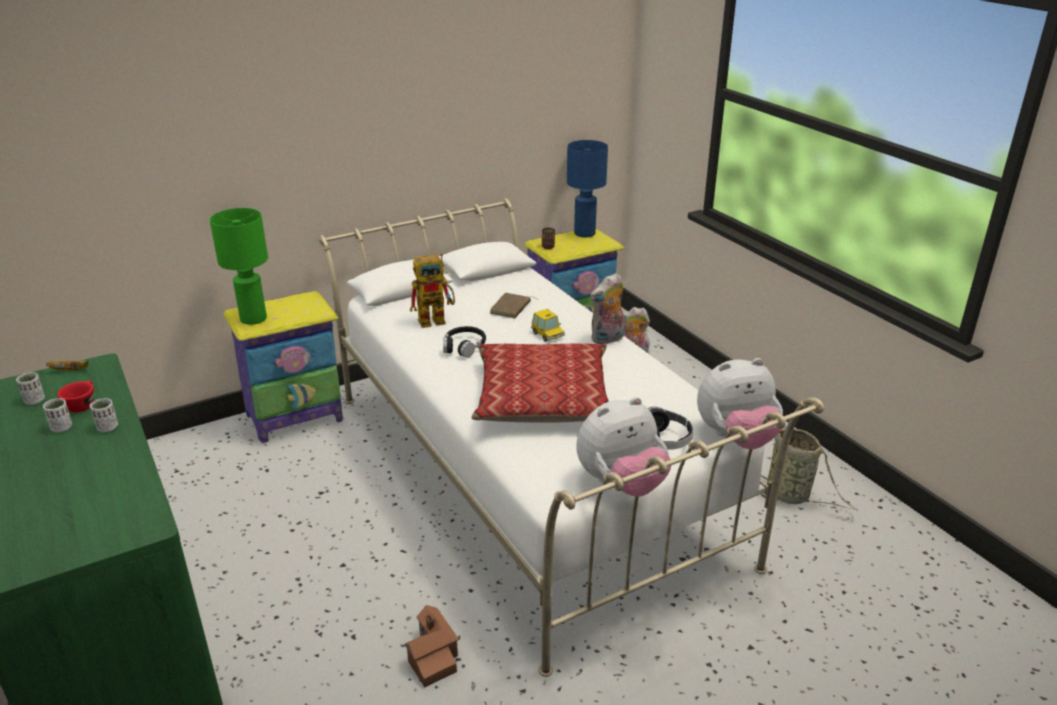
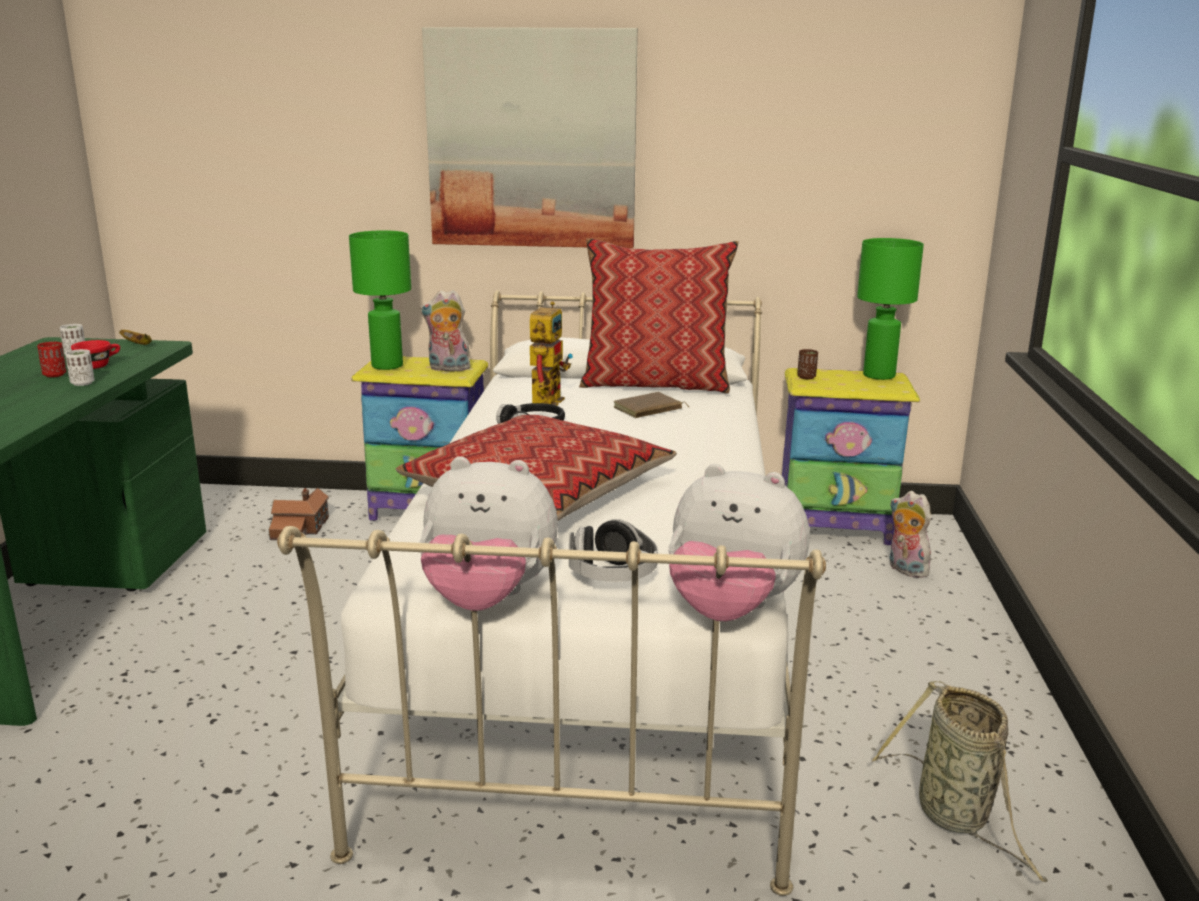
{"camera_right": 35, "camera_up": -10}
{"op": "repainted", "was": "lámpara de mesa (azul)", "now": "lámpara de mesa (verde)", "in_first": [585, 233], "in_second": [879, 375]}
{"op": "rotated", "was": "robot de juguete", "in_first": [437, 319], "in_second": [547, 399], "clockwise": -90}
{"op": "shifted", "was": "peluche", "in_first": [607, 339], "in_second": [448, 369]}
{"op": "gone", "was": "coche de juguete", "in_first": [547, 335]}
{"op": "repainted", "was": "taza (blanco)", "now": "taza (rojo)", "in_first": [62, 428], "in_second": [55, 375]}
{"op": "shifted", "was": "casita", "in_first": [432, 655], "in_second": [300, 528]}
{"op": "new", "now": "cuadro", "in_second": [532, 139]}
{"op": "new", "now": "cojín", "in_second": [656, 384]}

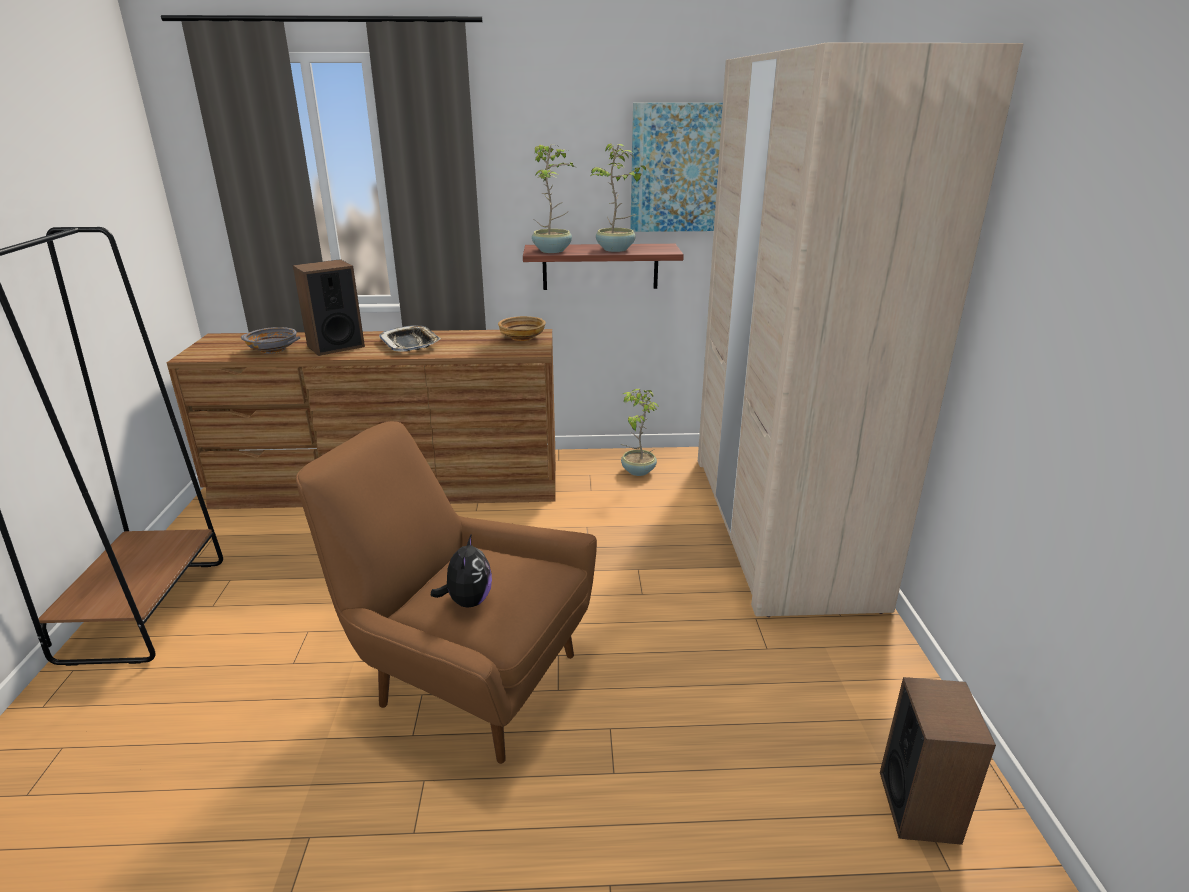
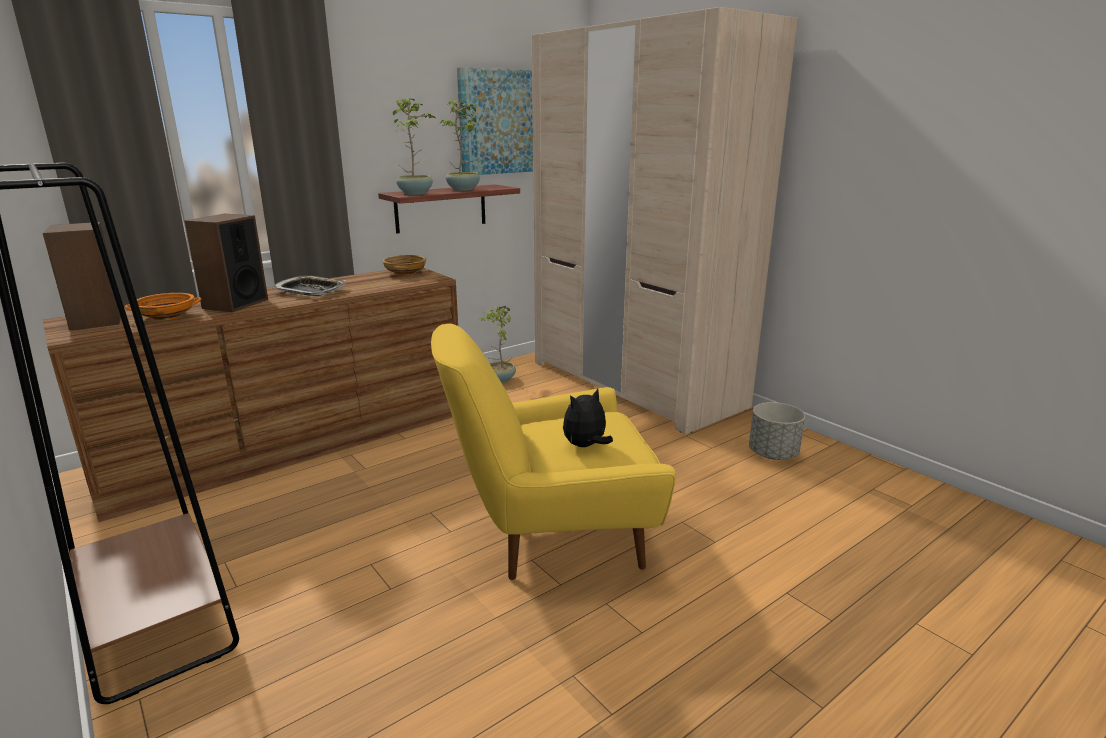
{"camera_right": -35, "camera_up": -5}
{"op": "repainted", "was": "cuenco (gris)", "now": "cuenco (naranja)", "in_first": [273, 349], "in_second": [167, 316]}
{"op": "repainted", "was": "sillón (marrón)", "now": "sillón (amarillo)", "in_first": [466, 680], "in_second": [552, 538]}
{"op": "rotated", "was": "peluche", "in_first": [467, 601], "in_second": [585, 446], "clockwise": -90}
{"op": "shifted", "was": "altavoz", "in_first": [919, 806], "in_second": [97, 320]}
{"op": "new", "now": "maceta (gris)", "in_second": [772, 454]}

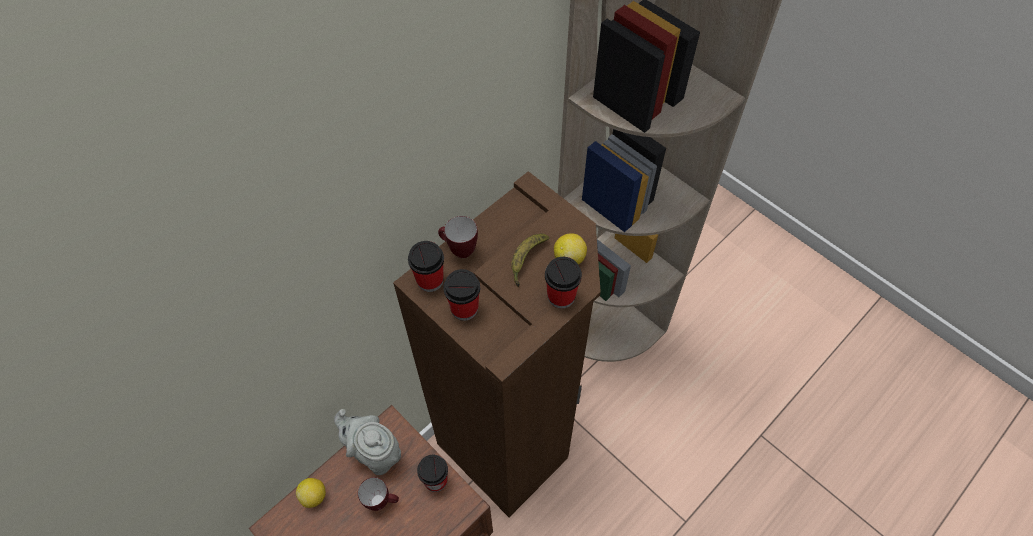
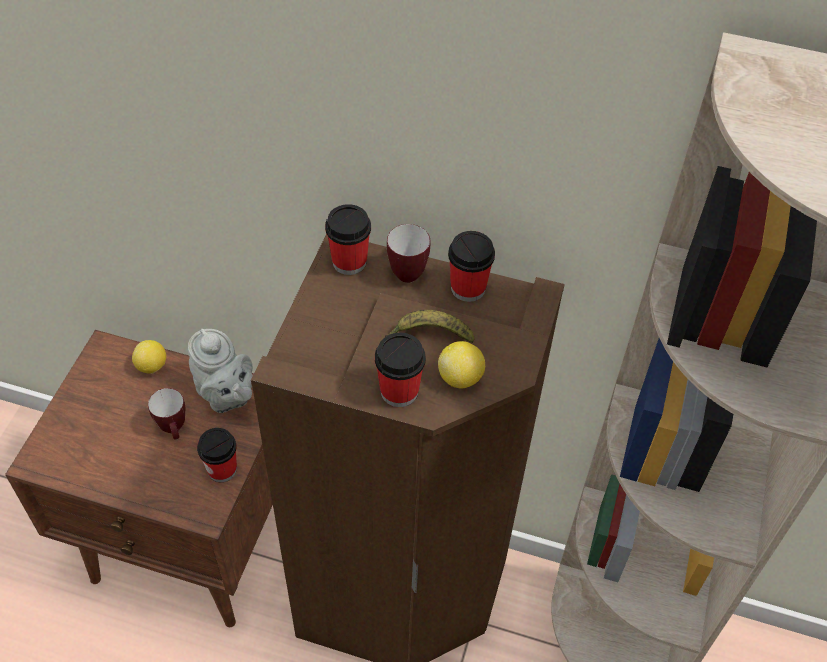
{"camera_right": 60, "camera_up": -5}
{"op": "shifted", "was": "taza", "in_first": [464, 308], "in_second": [468, 288]}
{"op": "rotated", "was": "tetera (gris)", "in_first": [375, 453], "in_second": [225, 396], "clockwise": 135}

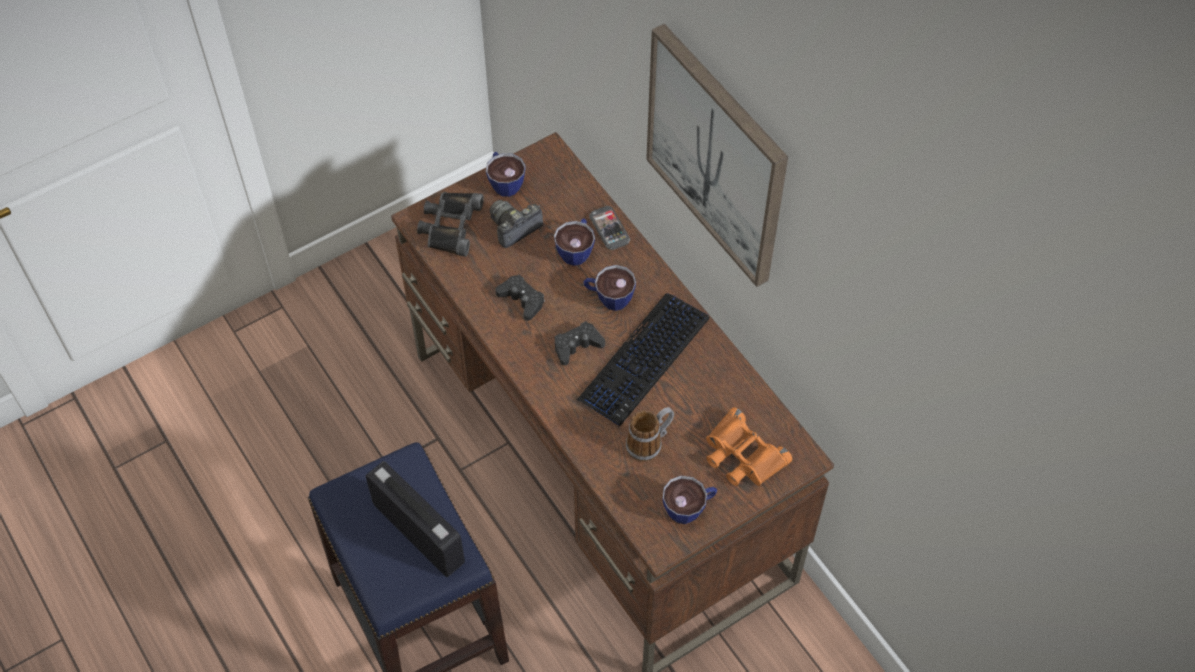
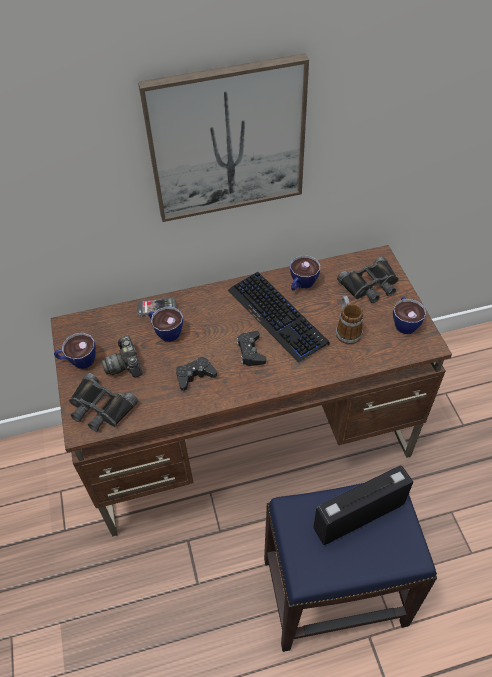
{"camera_right": -70, "camera_up": -5}
{"op": "shifted", "was": "taza", "in_first": [608, 298], "in_second": [301, 284]}
{"op": "repainted", "was": "prismáticos (naranja)", "now": "prismáticos (negro)", "in_first": [742, 455], "in_second": [370, 285]}

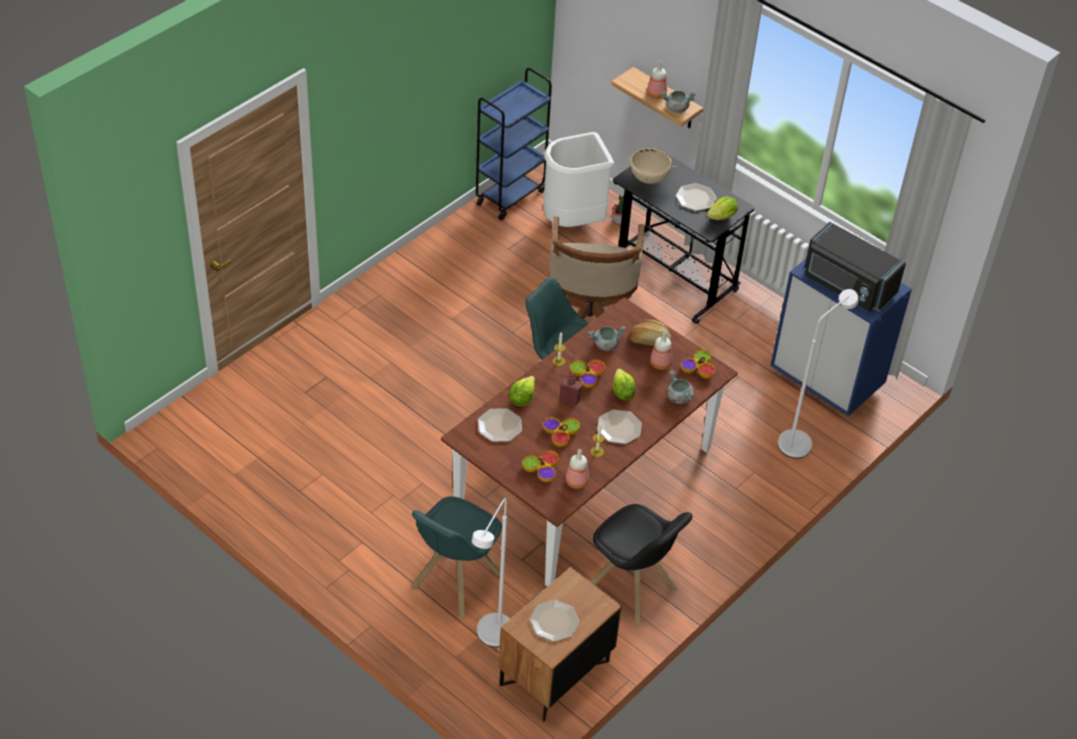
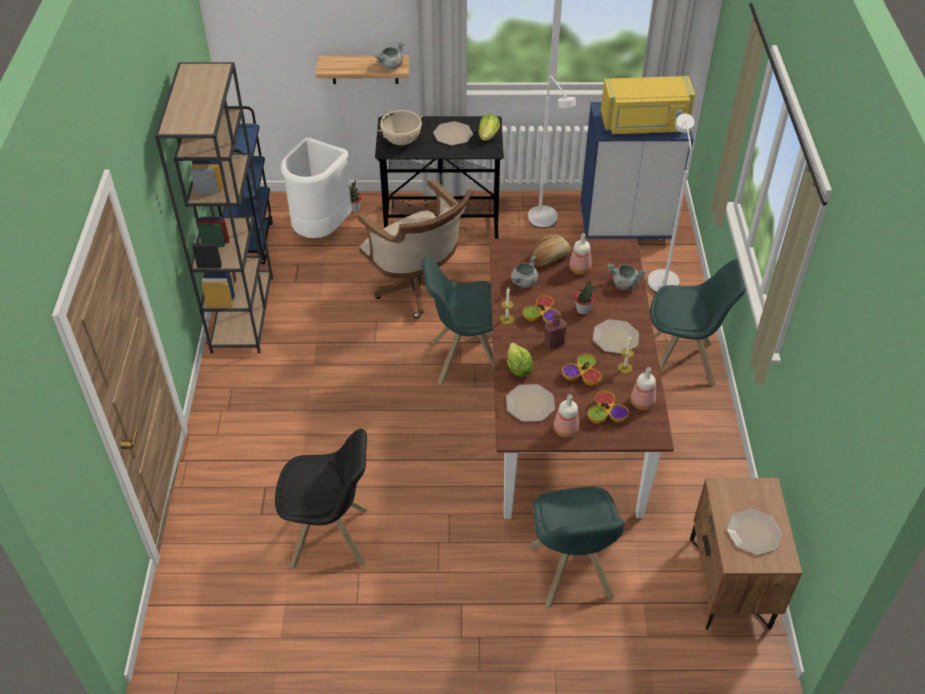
{"camera_right": -40, "camera_up": 0}
{"op": "shifted", "was": "botella", "in_first": [655, 94], "in_second": [564, 429]}
{"op": "repainted", "was": "microondas (negro)", "now": "microondas (amarillo)", "in_first": [847, 285], "in_second": [644, 125]}
{"op": "gone", "was": "cuenco", "in_first": [698, 368]}
{"op": "swapped", "was": "lechuga", "now": "planta en maceta", "in_first": [622, 393], "in_second": [583, 310]}
{"op": "shifted", "was": "lámpara de pie (blanco)", "in_first": [491, 640], "in_second": [546, 224]}
{"op": "shifted", "was": "silla (negro)", "in_first": [632, 589], "in_second": [330, 537]}
{"op": "new", "now": "estantería", "in_second": [242, 314]}
{"op": "new", "now": "silla (turquesa)", "in_second": [681, 362]}

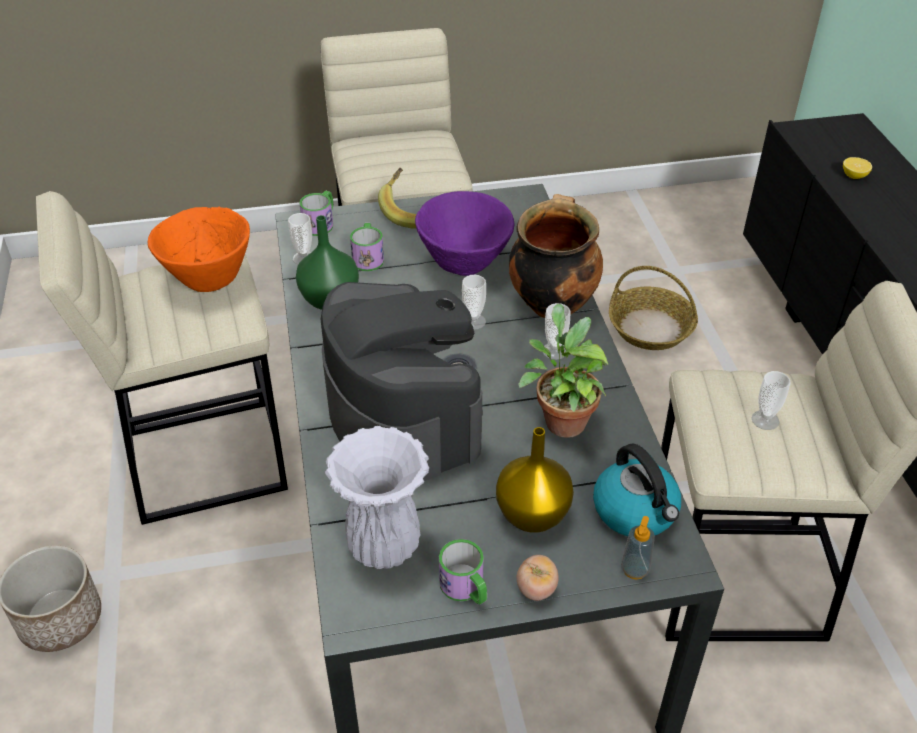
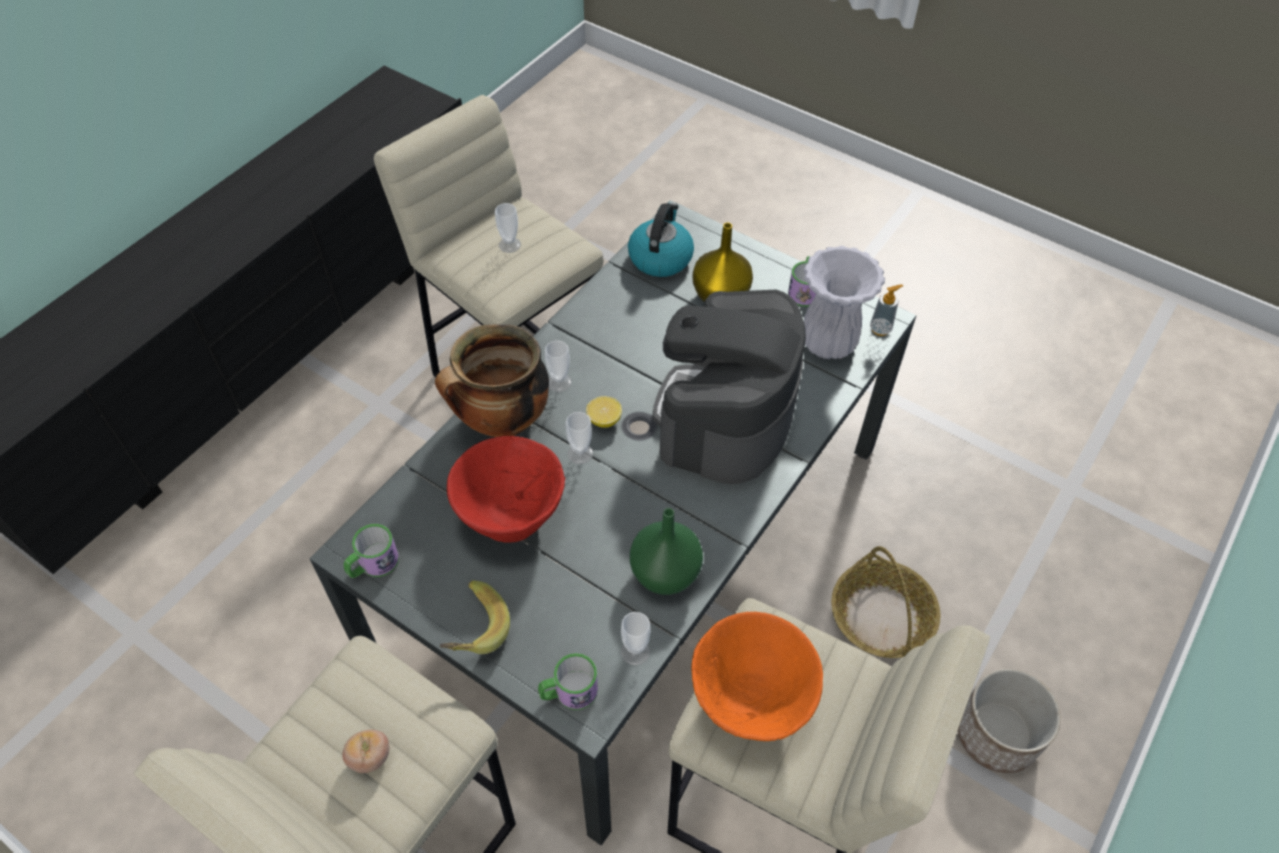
{"camera_right": -135, "camera_up": 10}
{"op": "shifted", "was": "limón", "in_first": [854, 176], "in_second": [604, 420]}
{"op": "repainted", "was": "cuenco (morado)", "now": "cuenco (rojo)", "in_first": [464, 264], "in_second": [511, 517]}
{"op": "shifted", "was": "taza grande", "in_first": [368, 257], "in_second": [373, 564]}
{"op": "shifted", "was": "cesta", "in_first": [651, 328], "in_second": [880, 617]}
{"op": "gone", "was": "planta en maceta", "in_first": [561, 419]}
{"op": "shifted", "was": "dispensador de jabón", "in_first": [635, 569], "in_second": [880, 329]}
{"op": "shifted", "was": "tomate", "in_first": [536, 589], "in_second": [370, 757]}

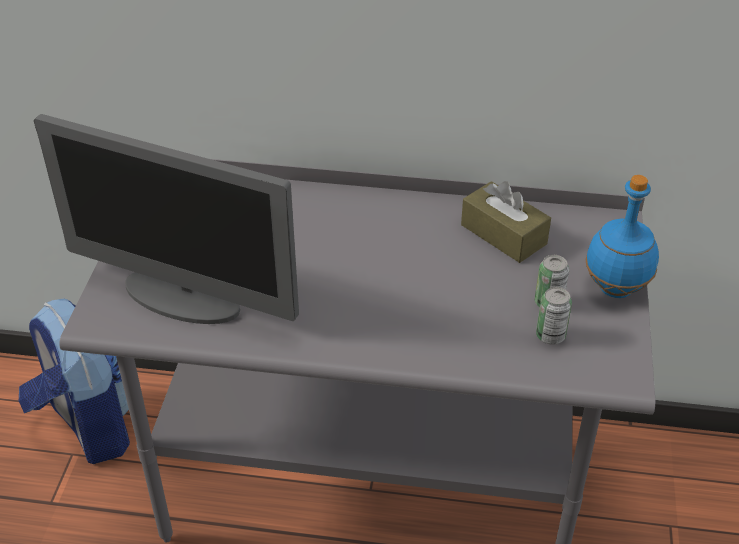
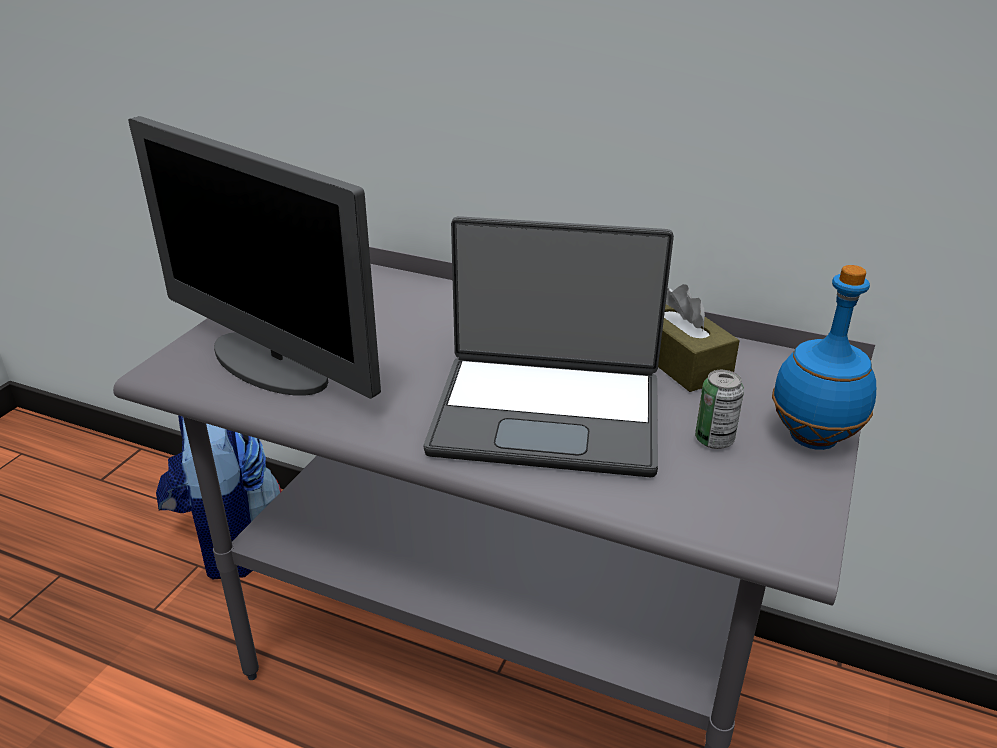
{"camera_right": 15, "camera_up": -10}
{"op": "gone", "was": "lata", "in_first": [550, 336]}
{"op": "new", "now": "portátil", "in_second": [548, 414]}

